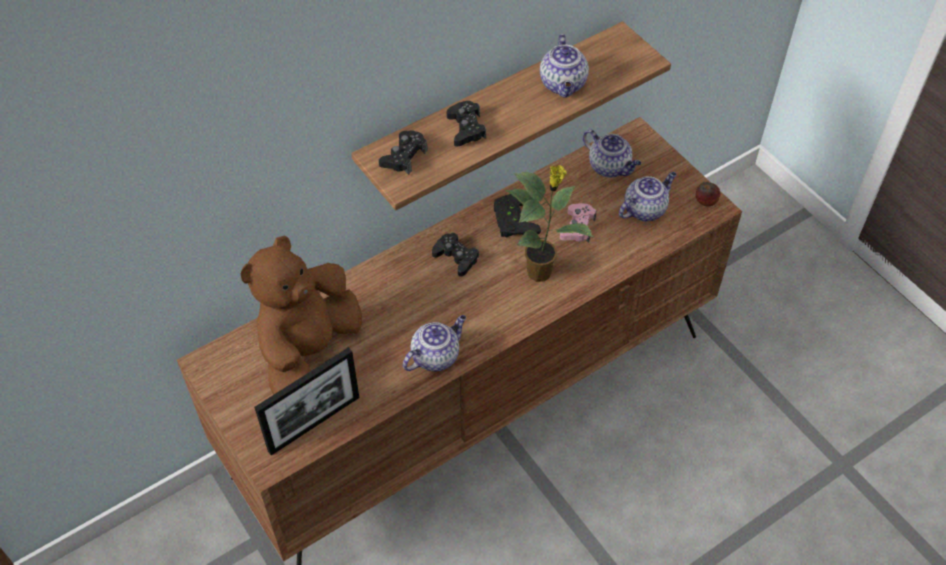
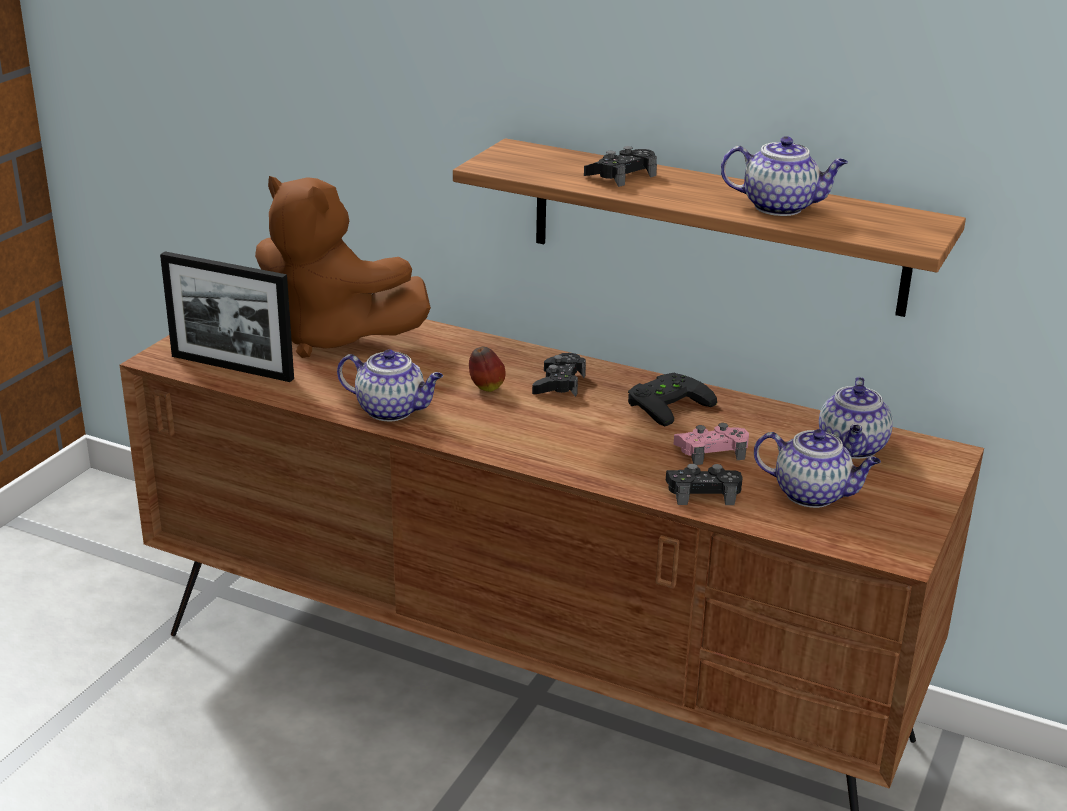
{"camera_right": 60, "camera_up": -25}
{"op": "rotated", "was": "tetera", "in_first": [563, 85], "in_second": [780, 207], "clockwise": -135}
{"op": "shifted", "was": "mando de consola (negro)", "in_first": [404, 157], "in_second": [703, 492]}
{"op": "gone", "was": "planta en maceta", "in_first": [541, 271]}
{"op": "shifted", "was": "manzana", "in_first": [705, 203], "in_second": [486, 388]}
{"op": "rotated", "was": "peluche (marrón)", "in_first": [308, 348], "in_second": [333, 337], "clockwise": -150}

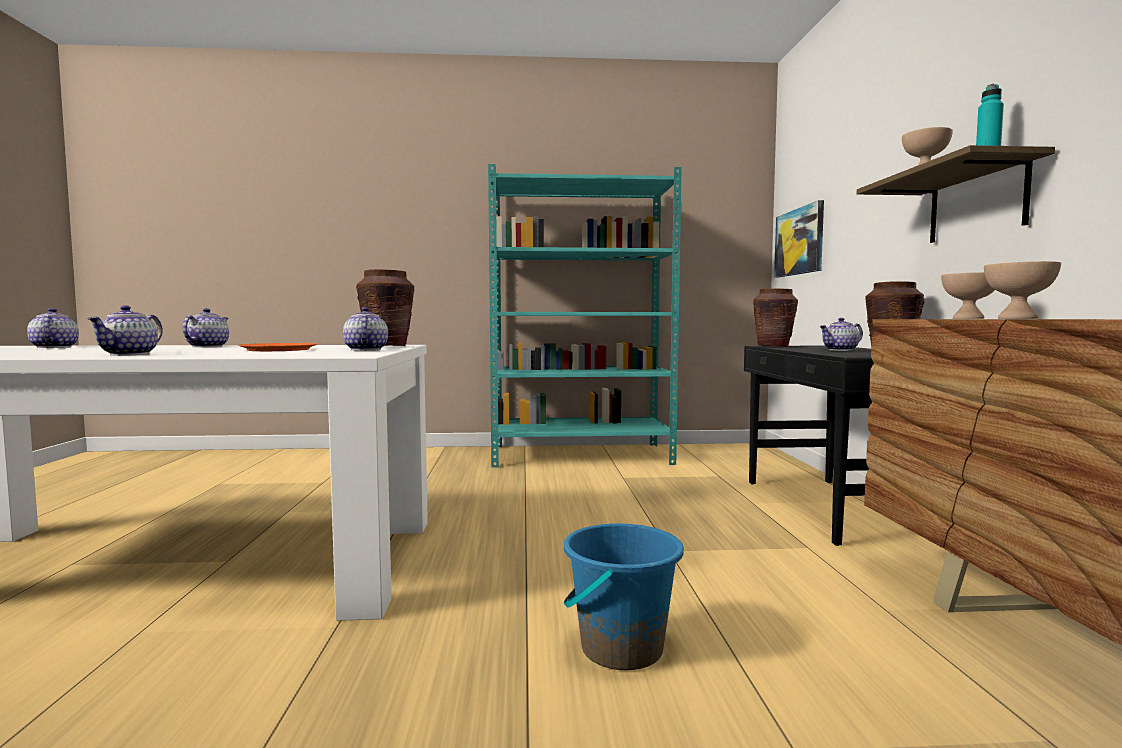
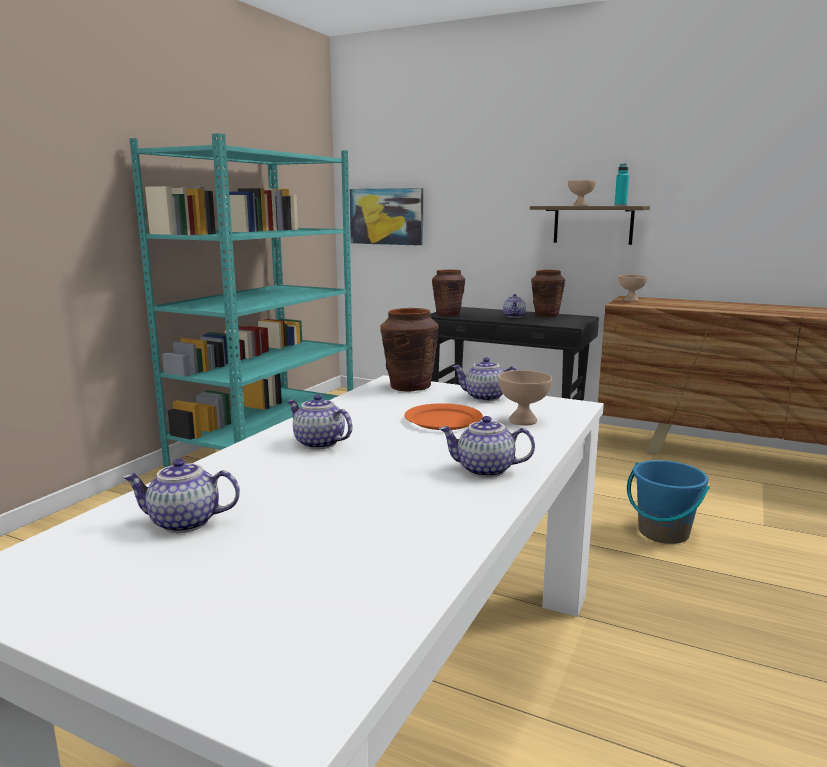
{"camera_right": -60, "camera_up": 10}
{"op": "shifted", "was": "cuenco (beis)", "in_first": [1019, 318], "in_second": [523, 420]}
{"op": "rotated", "was": "tetera", "in_first": [130, 354], "in_second": [484, 470], "clockwise": 150}

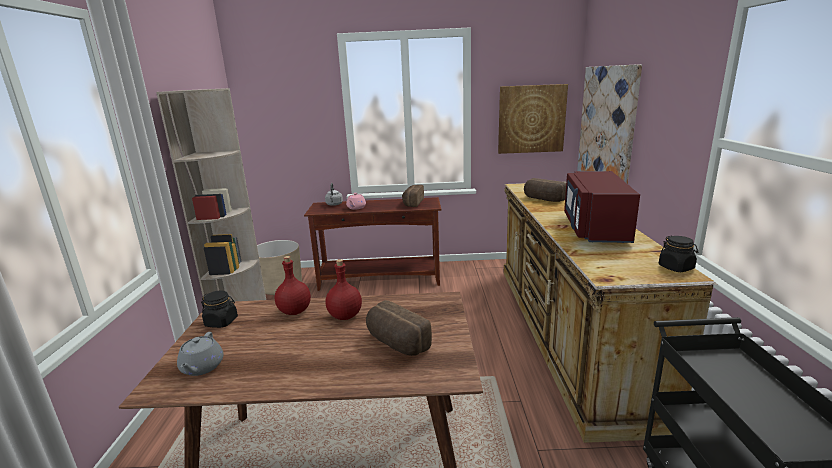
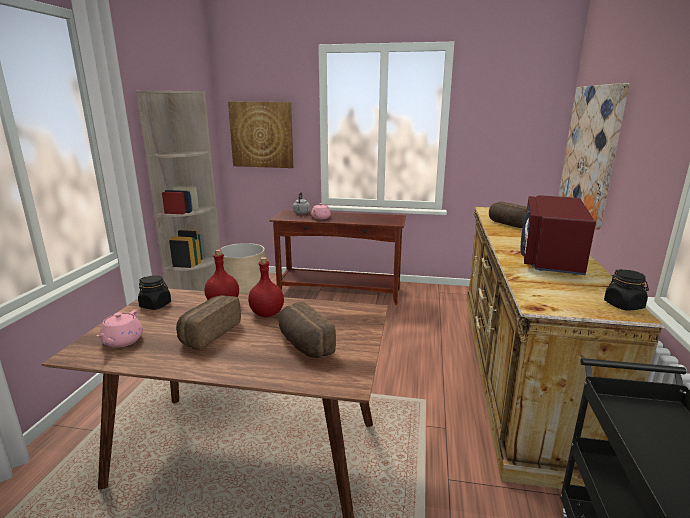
{"camera_right": 10, "camera_up": 0}
{"op": "shifted", "was": "cuadro", "in_first": [531, 119], "in_second": [262, 135]}
{"op": "shifted", "was": "pan", "in_first": [412, 203], "in_second": [208, 333]}
{"op": "repainted", "was": "tetera (gris)", "now": "tetera (rosa)", "in_first": [202, 367], "in_second": [122, 341]}

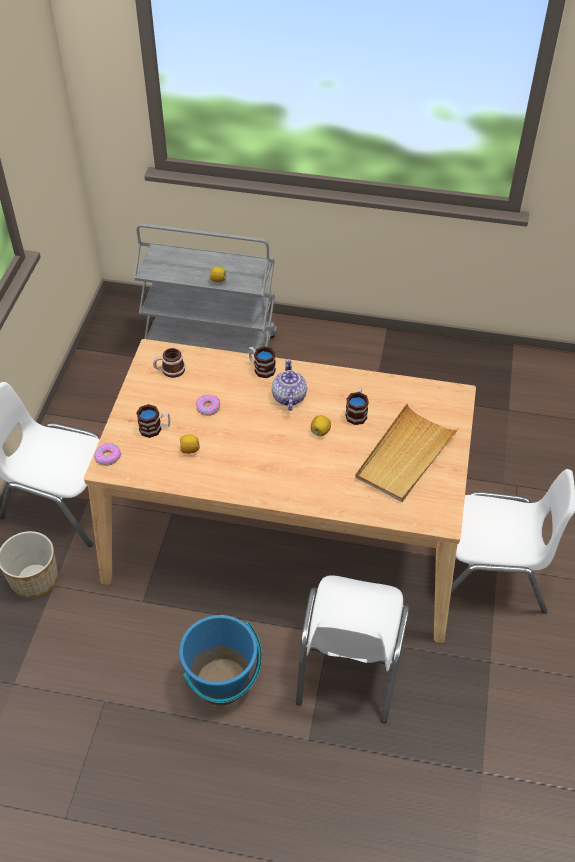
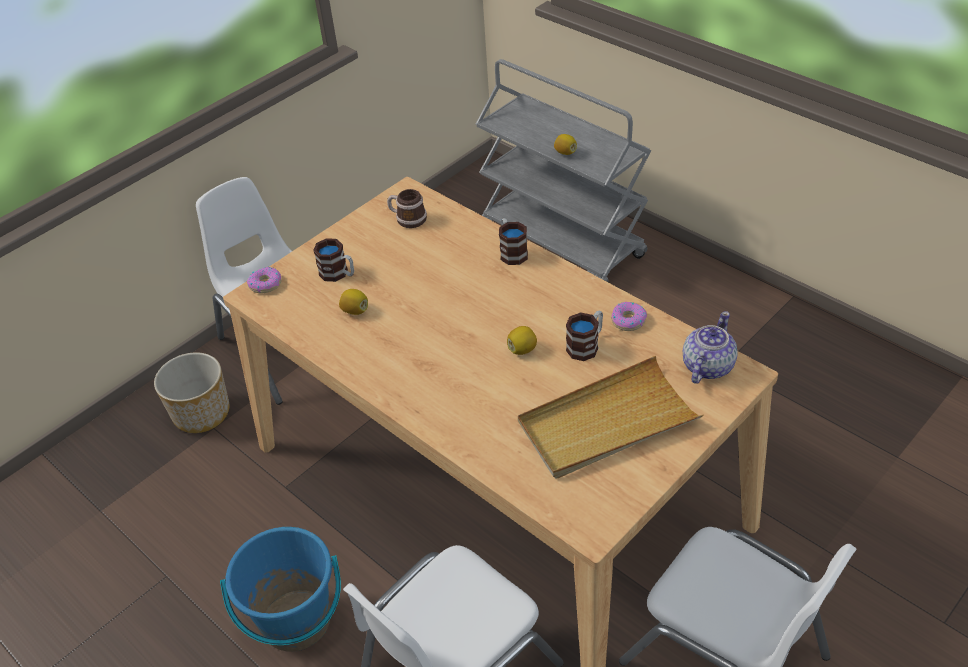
{"camera_right": 35, "camera_up": -5}
{"op": "shifted", "was": "tetera", "in_first": [288, 397], "in_second": [707, 366]}
{"op": "shifted", "was": "rosquilla", "in_first": [208, 407], "in_second": [628, 320]}

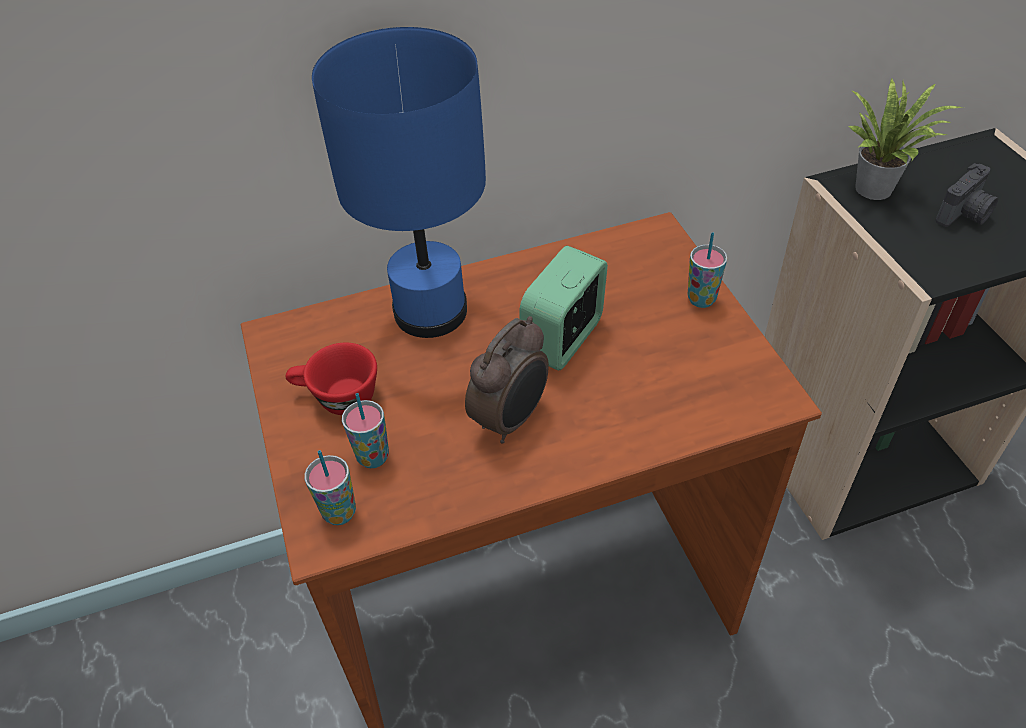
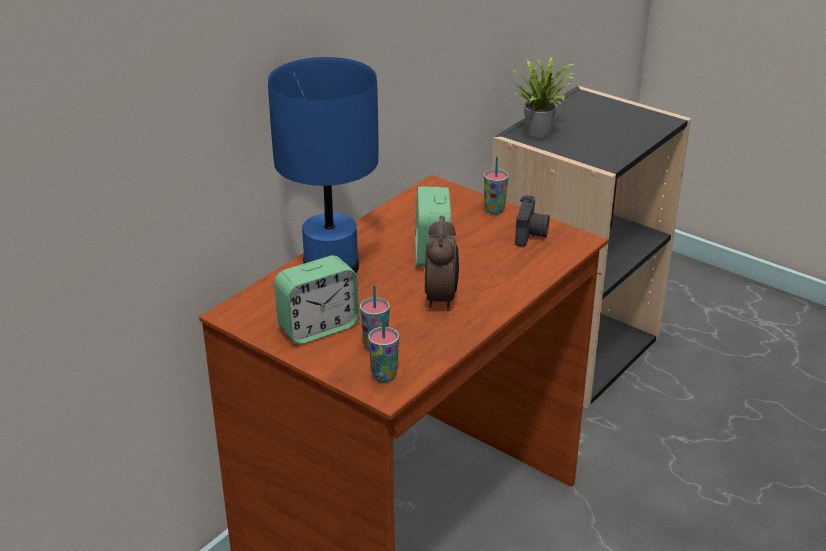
{"camera_right": -35, "camera_up": -15}
{"op": "shifted", "was": "cámara", "in_first": [965, 214], "in_second": [531, 234]}
{"op": "swapped", "was": "taza (rojo)", "now": "despertador", "in_first": [337, 398], "in_second": [318, 328]}

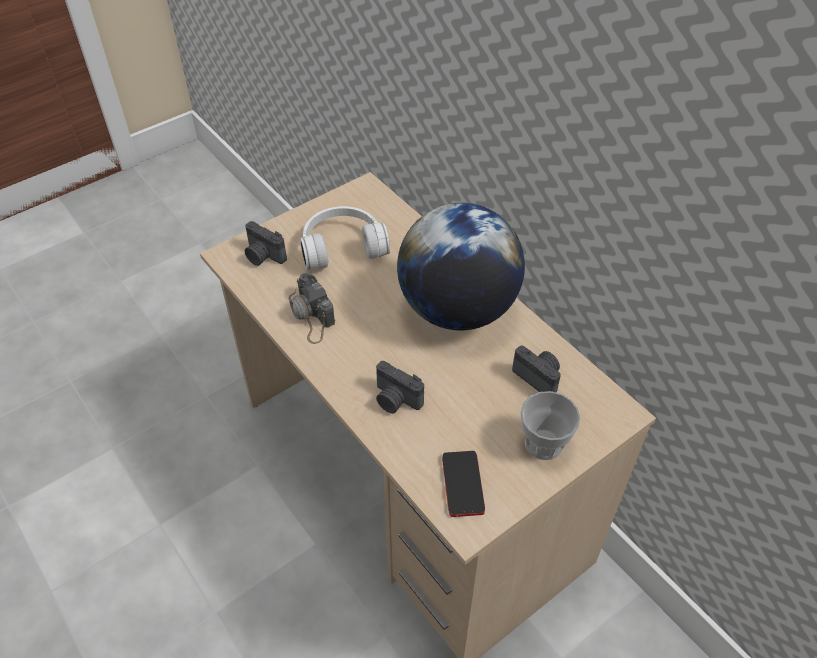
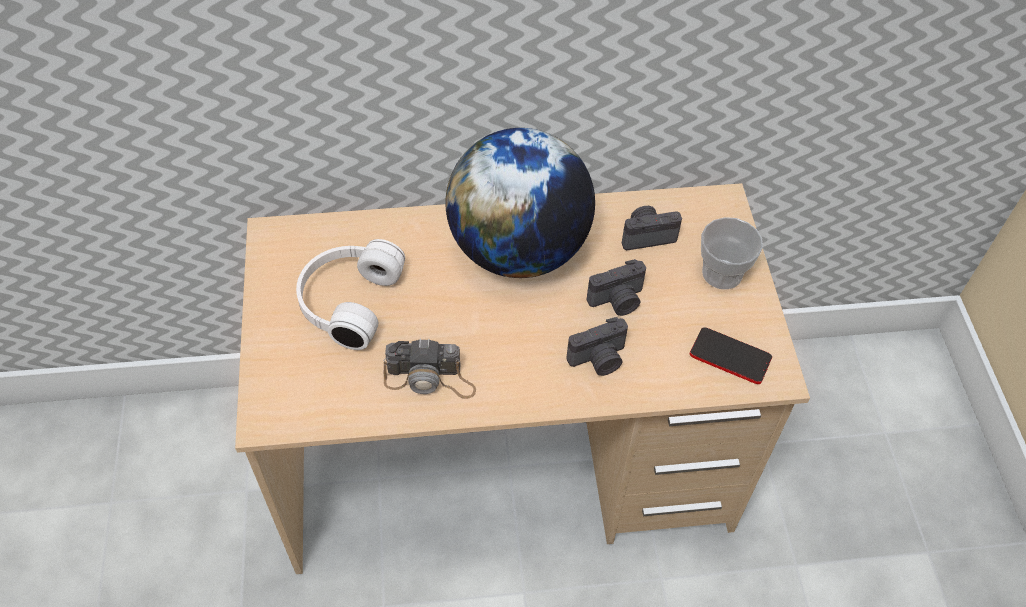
{"camera_right": -60, "camera_up": 5}
{"op": "shifted", "was": "cámara", "in_first": [263, 256], "in_second": [618, 301]}

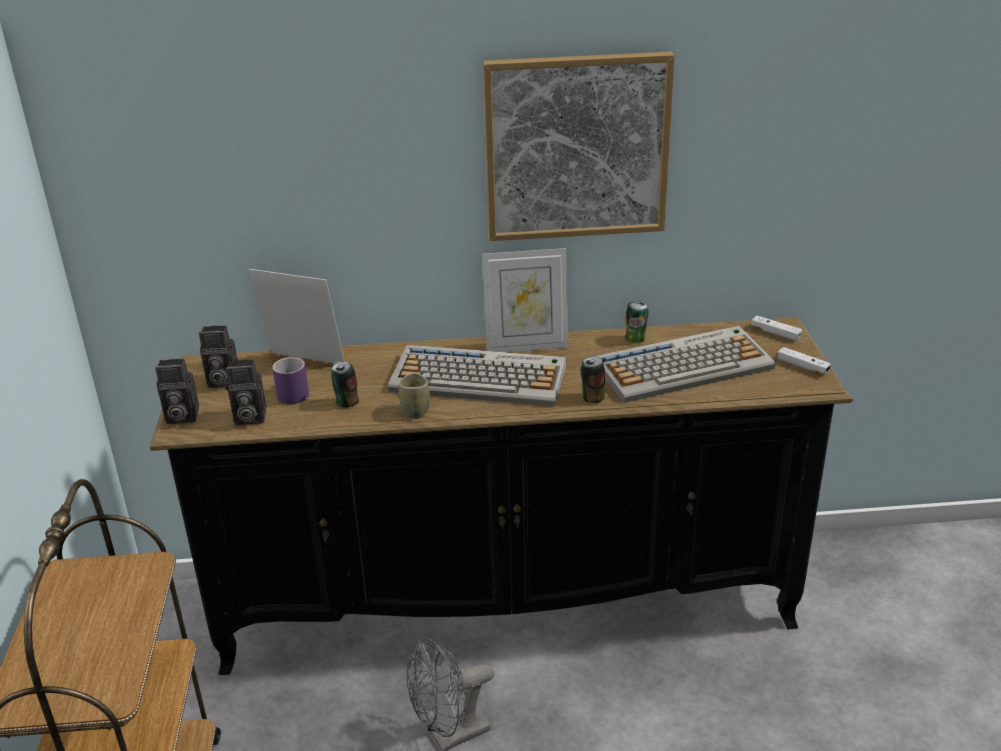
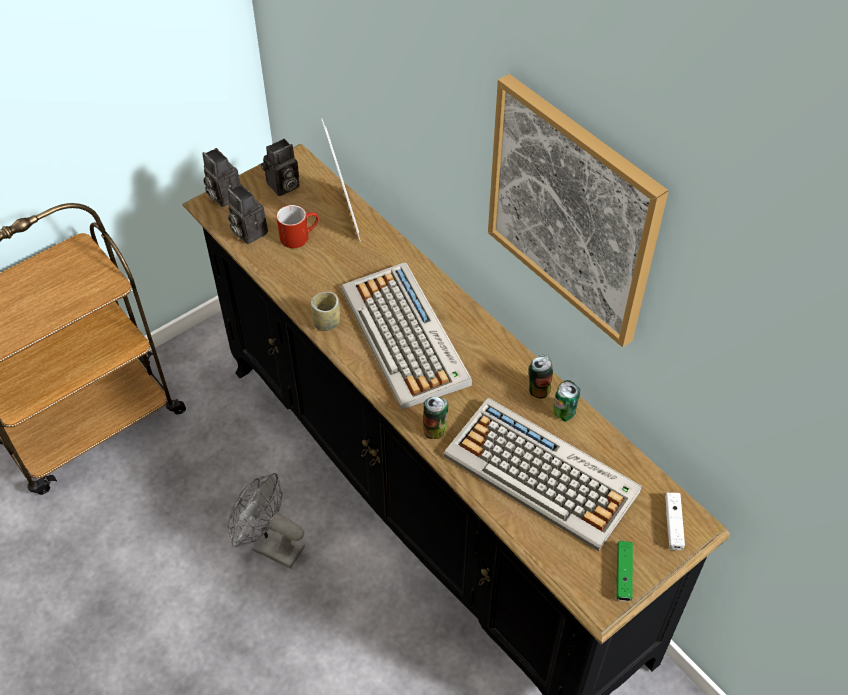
{"camera_right": 55, "camera_up": 20}
{"op": "gone", "was": "portarretratos", "in_first": [526, 346]}
{"op": "rotated", "was": "cámara", "in_first": [221, 381], "in_second": [283, 187], "clockwise": -90}
{"op": "repainted", "was": "mando de consola (blanco)", "now": "mando de consola (verde)", "in_first": [802, 366], "in_second": [623, 574]}
{"op": "repainted", "was": "taza grande (morado)", "now": "taza grande (rojo)", "in_first": [294, 392], "in_second": [299, 236]}
{"op": "shifted", "was": "lata", "in_first": [346, 402], "in_second": [538, 389]}

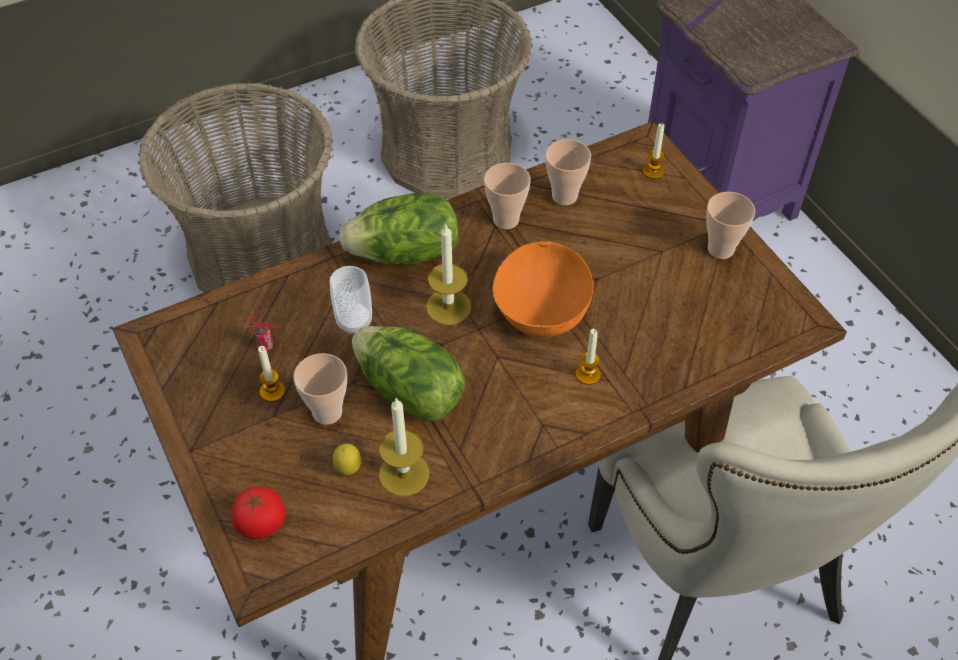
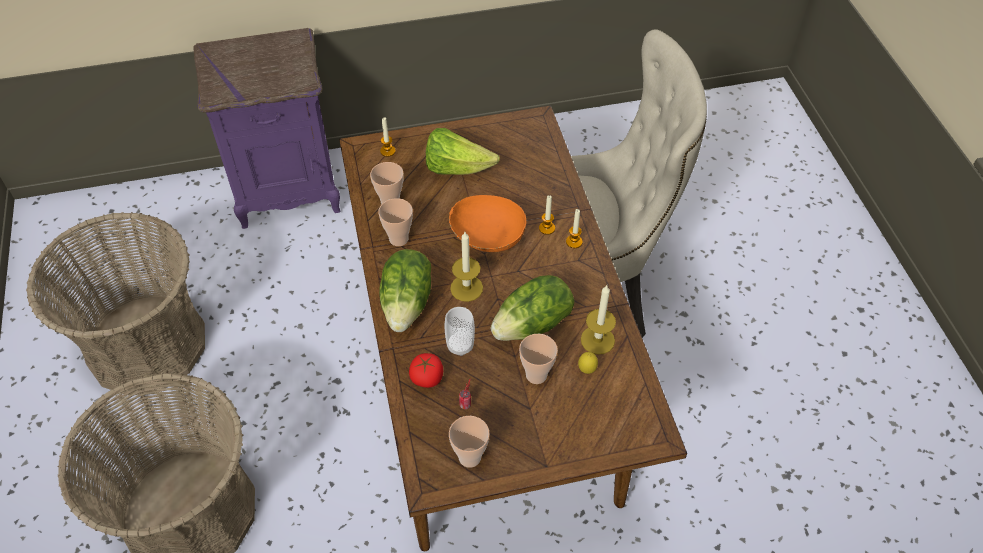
{"camera_right": -75, "camera_up": 0}
{"op": "shifted", "was": "taza", "in_first": [720, 249], "in_second": [469, 457]}
{"op": "shifted", "was": "vela", "in_first": [272, 391], "in_second": [574, 242]}
{"op": "shifted", "was": "tomate", "in_first": [261, 522], "in_second": [427, 378]}
{"op": "new", "now": "lechuga", "in_second": [457, 168]}

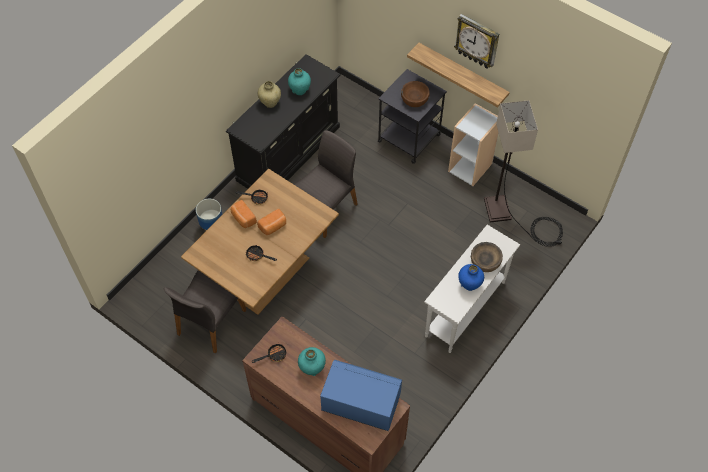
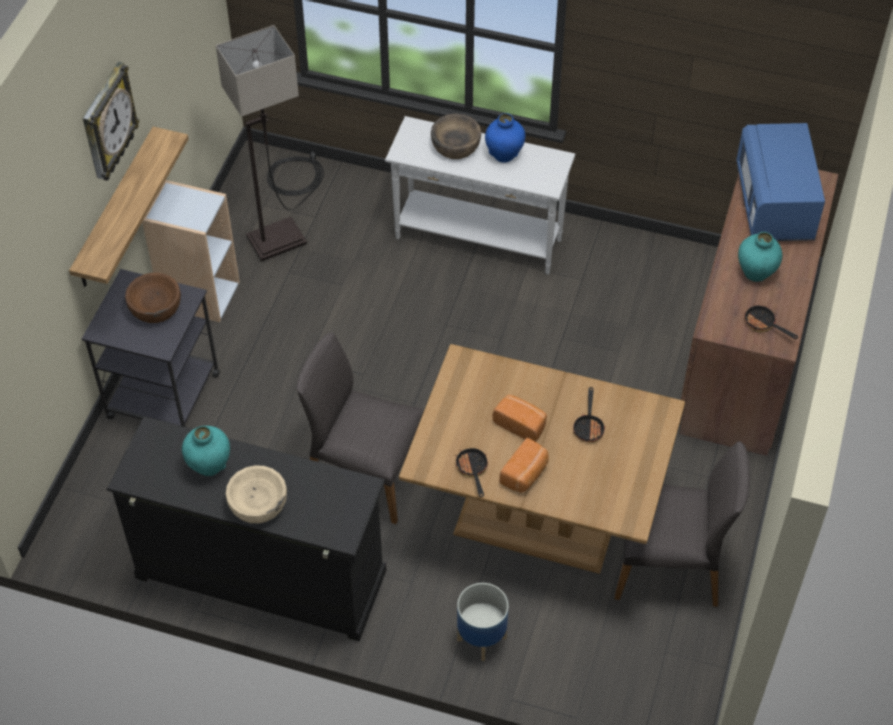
{"camera_right": -110, "camera_up": -5}
{"op": "swapped", "was": "florero (beis)", "now": "cuenco (beis)", "in_first": [270, 103], "in_second": [258, 504]}

